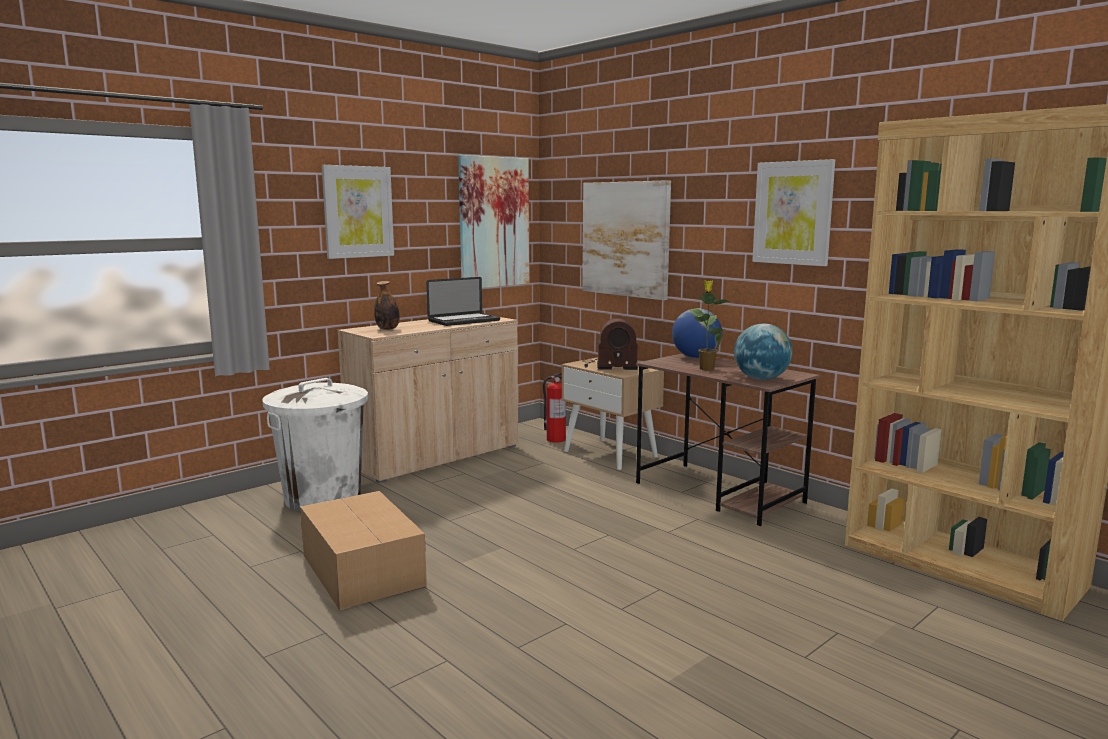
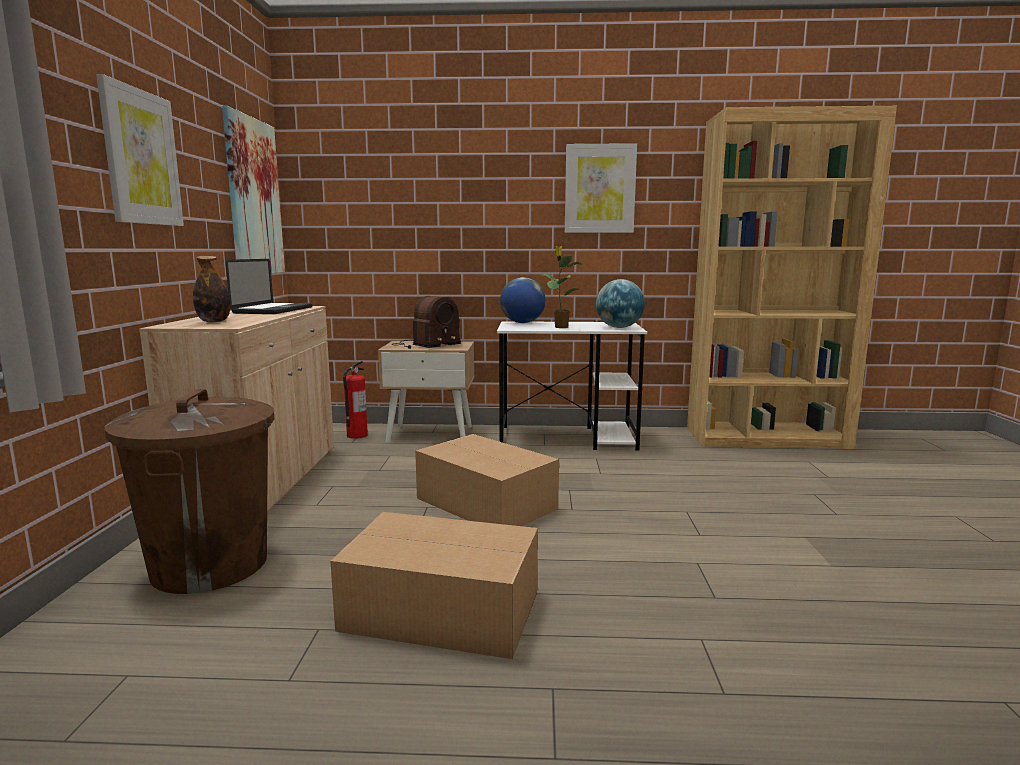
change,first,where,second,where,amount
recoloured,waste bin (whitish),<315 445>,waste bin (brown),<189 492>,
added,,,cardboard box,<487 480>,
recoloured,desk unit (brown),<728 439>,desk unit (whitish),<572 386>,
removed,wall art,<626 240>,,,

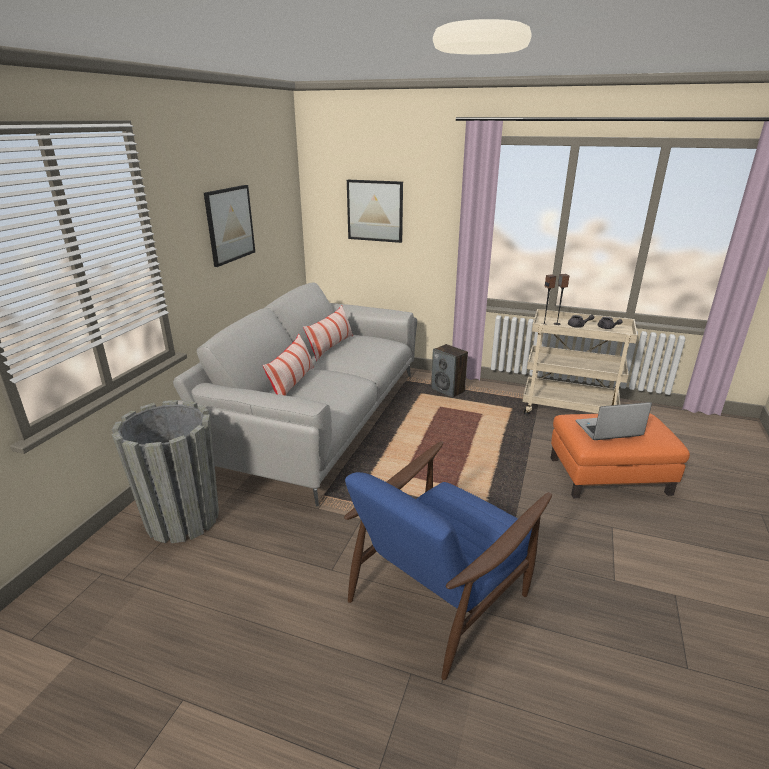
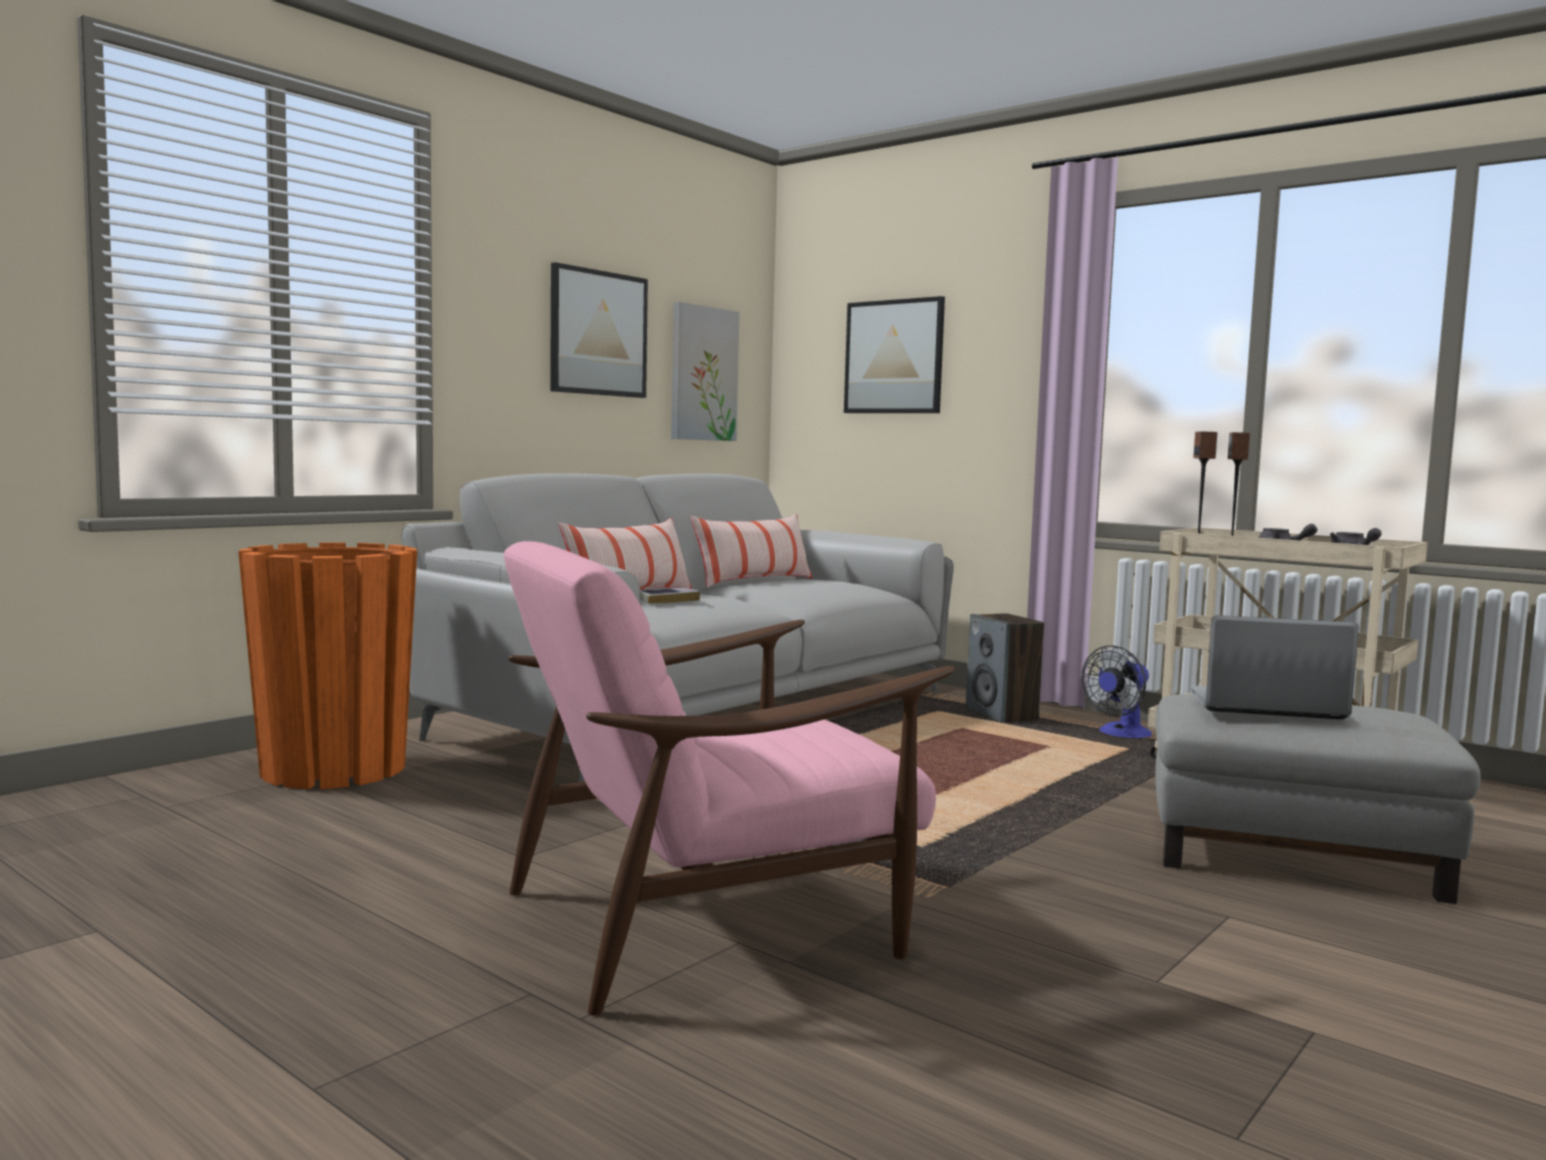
change,first,where,second,where,amount
recoloured,planter (gray),<165 471>,planter (orangey),<327 665>,
recoloured,lounge chair (blue),<448 560>,lounge chair (pinkish),<729 778>,
added,,,bound book,<670 595>,
added,,,wall art,<705 371>,
added,,,cooling fan,<1117 692>,
recoloured,pouffe (orangey),<620 455>,pouffe (gray),<1318 799>,

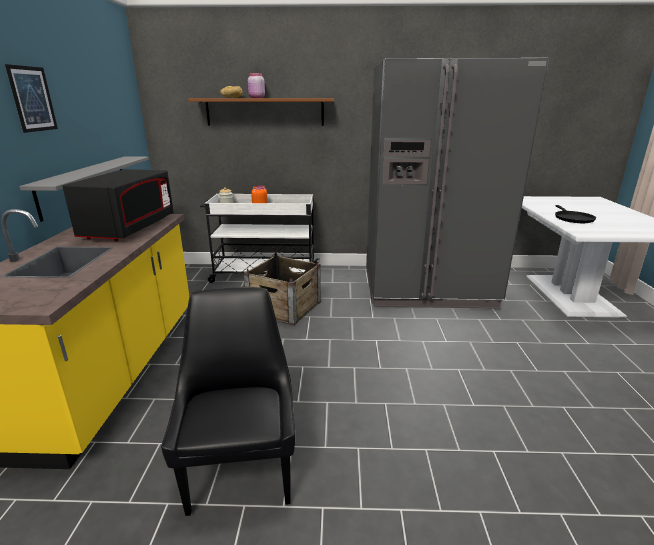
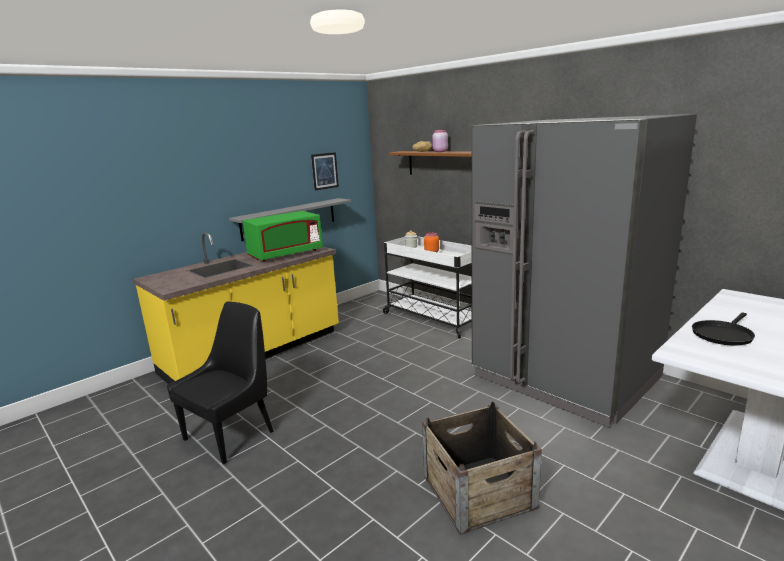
change,first,where,second,where,amount
recoloured,kitchen microwave (black-coloured),<117 205>,kitchen microwave (greenish),<283 236>,
moved,wall art,<31 98>,,<325 171>,
moved,shipping crate,<282 289>,,<482 468>,

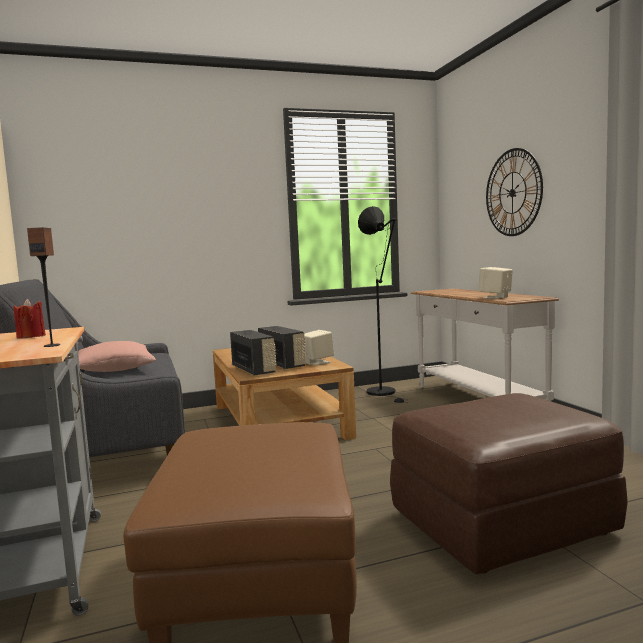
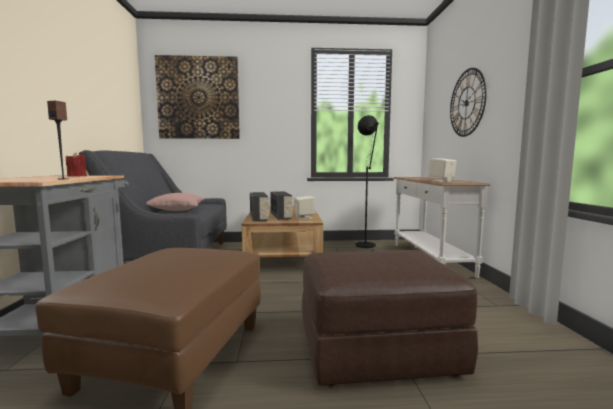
change,first,where,second,where,amount
added,,,wall art,<197 97>,

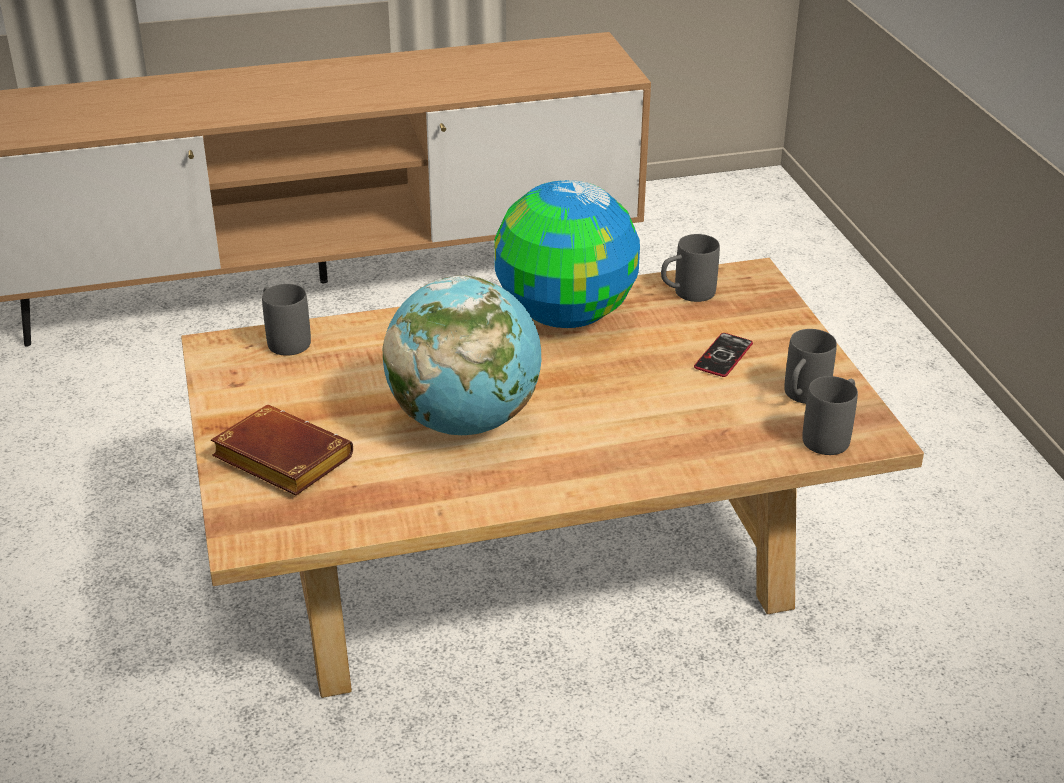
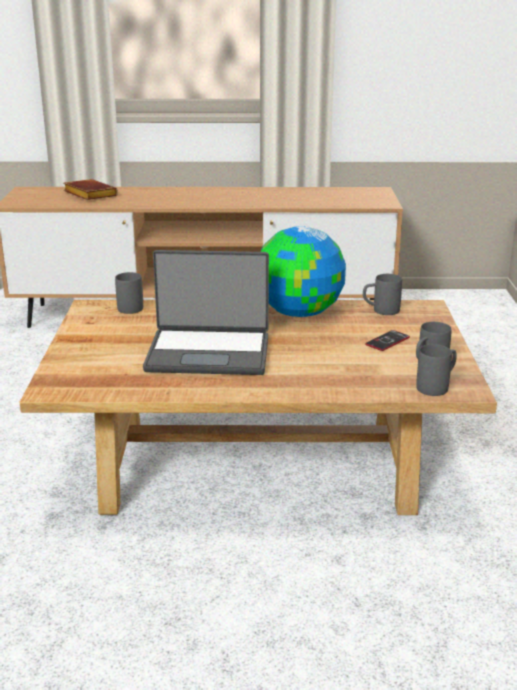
change,first,where,second,where,amount
moved,bound book (brown),<282 450>,,<90 189>,
replaced,world globe,<462 355>,notebook computer,<206 312>,

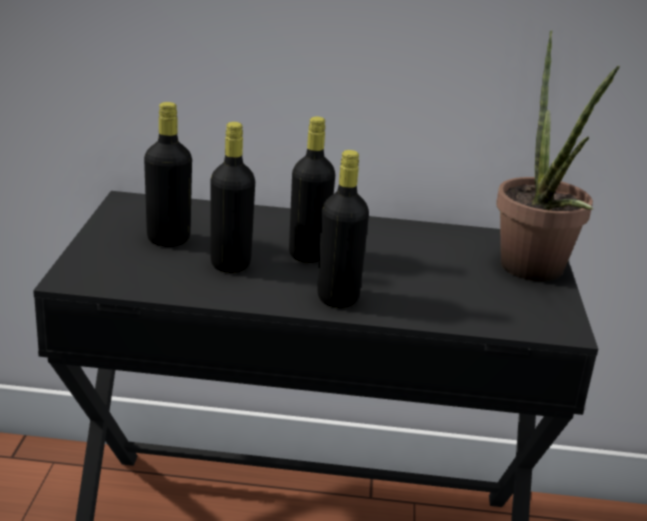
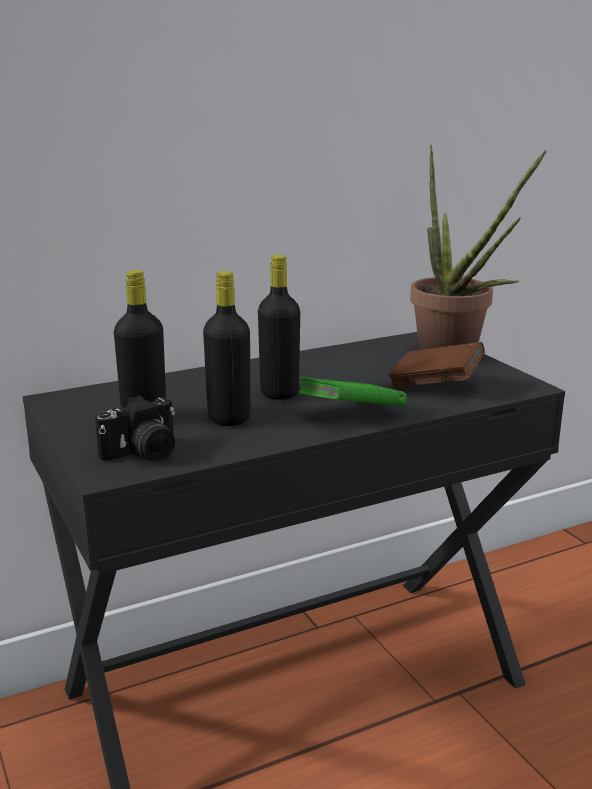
change,first,where,second,where,amount
added,,,photo camera,<135 428>,
replaced,drink bottle (black-coloured),<343 229>,bound book (greenish),<353 391>,
added,,,bound book (brown),<436 365>,

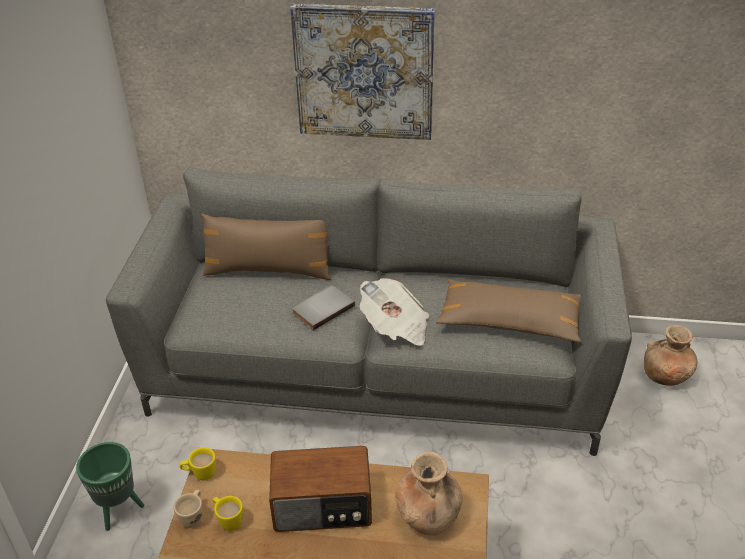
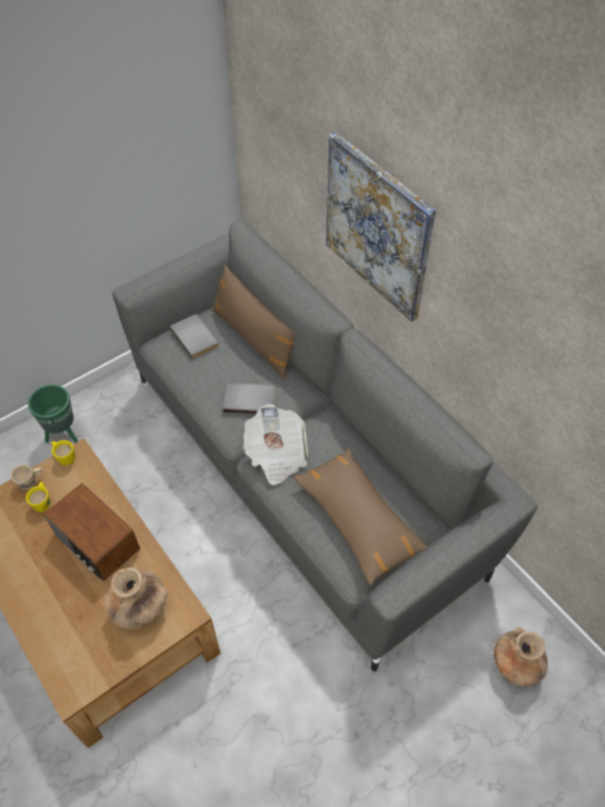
change,first,where,second,where,amount
added,,,bound book (gray),<194 336>,

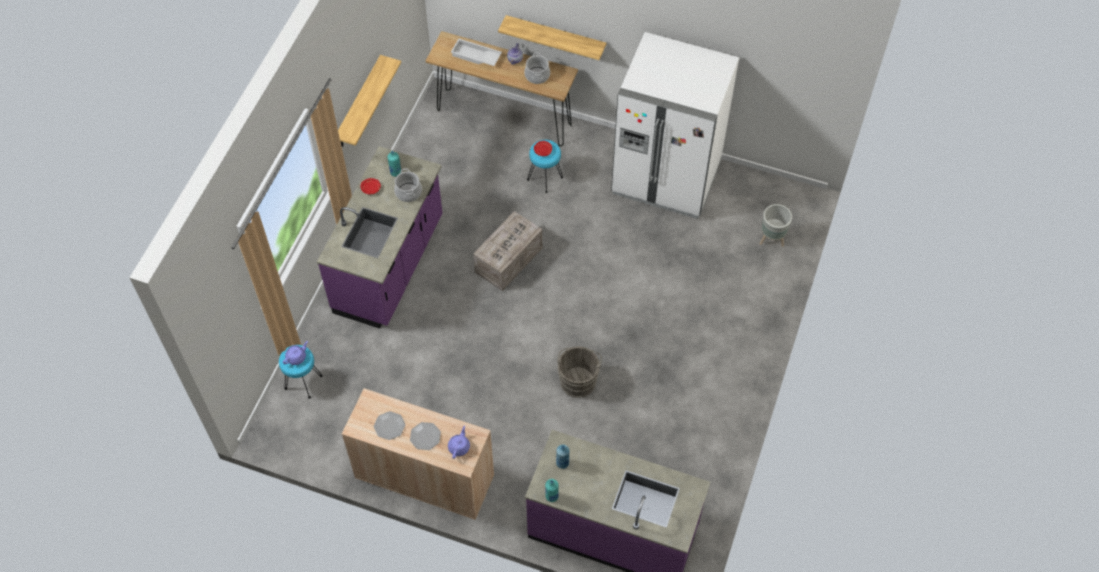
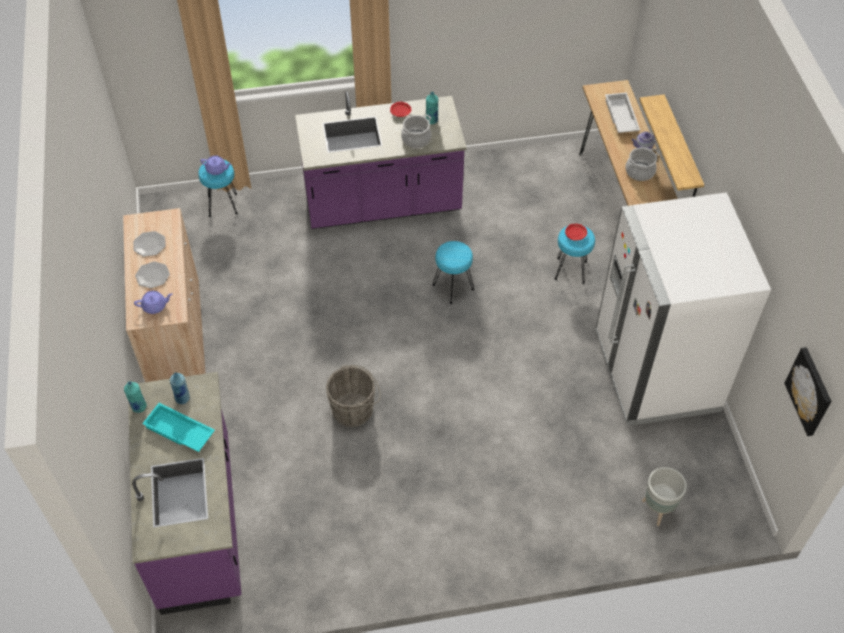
change,first,where,second,where,amount
added,,,serving tray (blue-green),<178 427>,
replaced,shipping crate,<508 251>,sitting stool (blue-green),<453 272>,
added,,,wall art,<808 391>,
removed,bracket shelf,<369 101>,,,

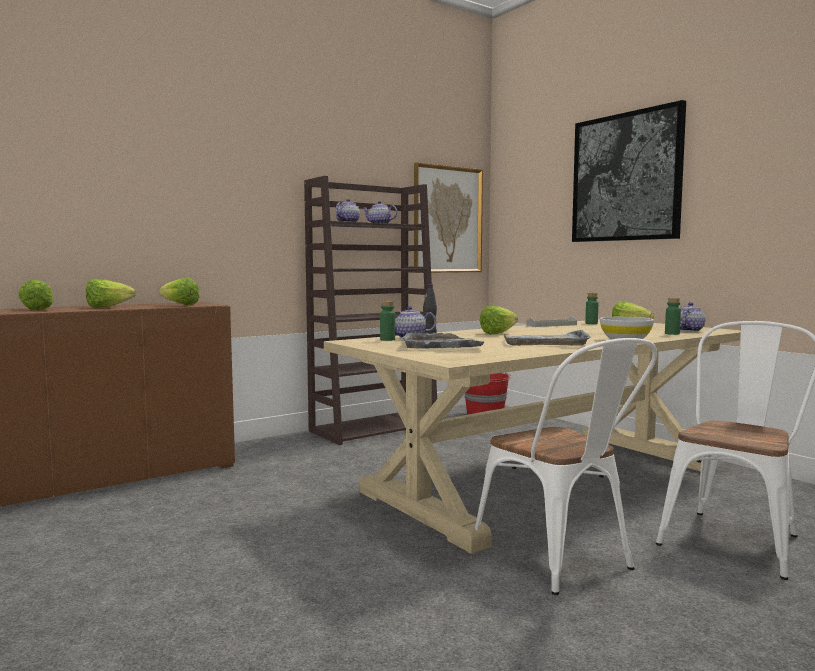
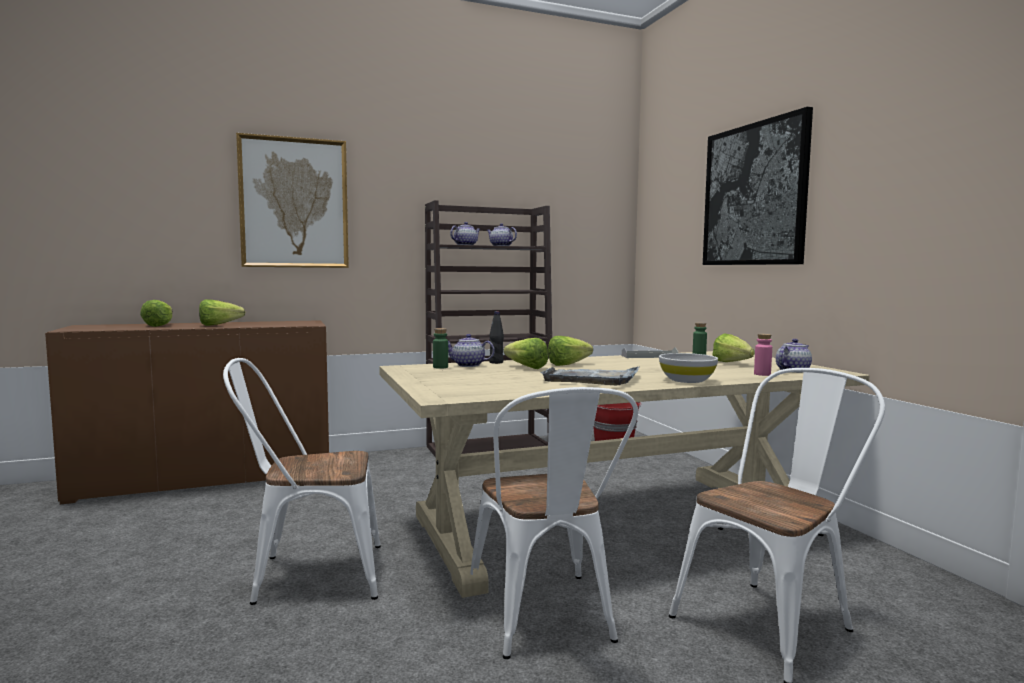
change,first,where,second,where,amount
added,,,chair (whitish),<302 481>,
moved,wall art,<448 217>,,<292 200>,
moved,head of lettuce,<179 292>,,<526 353>,
recoloured,drink bottle (greenish),<673 316>,drink bottle (pinkish),<763 355>,
removed,serving tray (gray),<442 341>,,,

